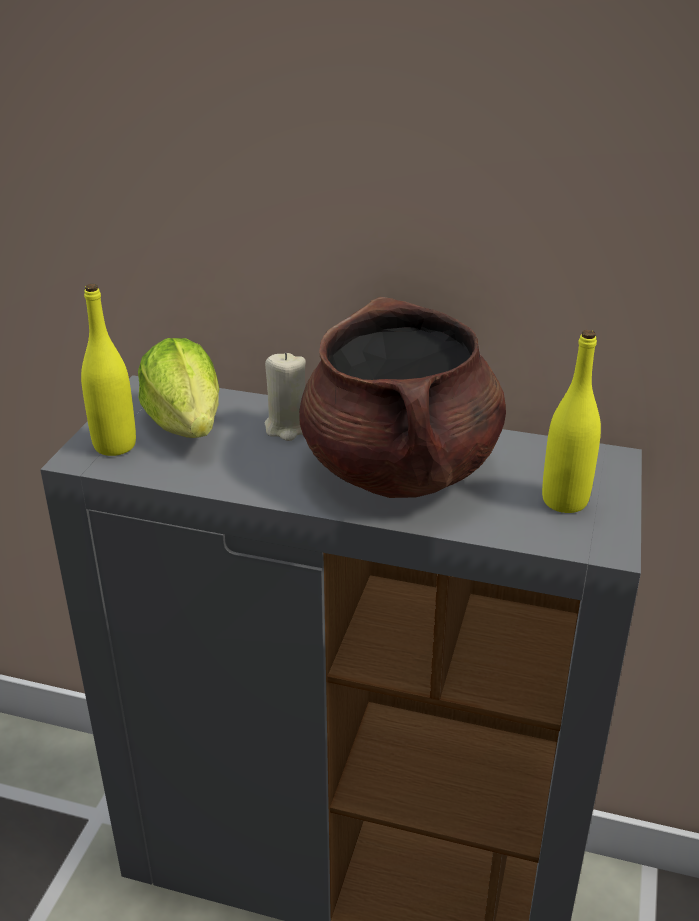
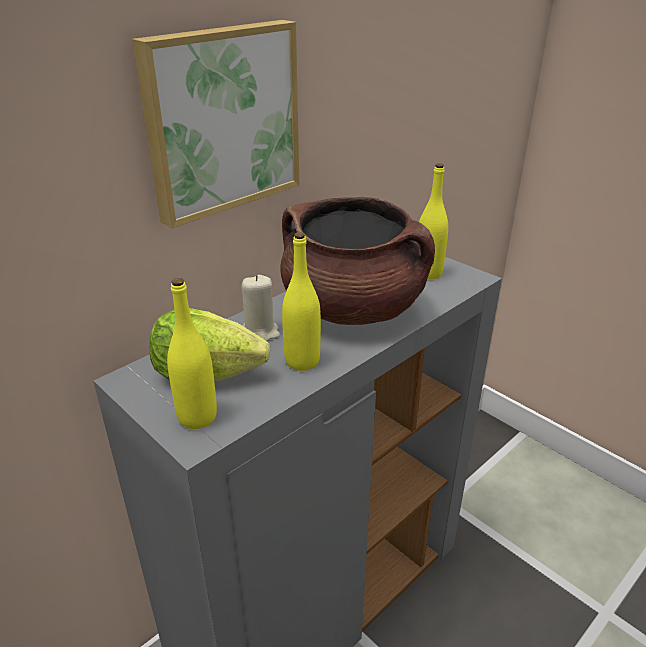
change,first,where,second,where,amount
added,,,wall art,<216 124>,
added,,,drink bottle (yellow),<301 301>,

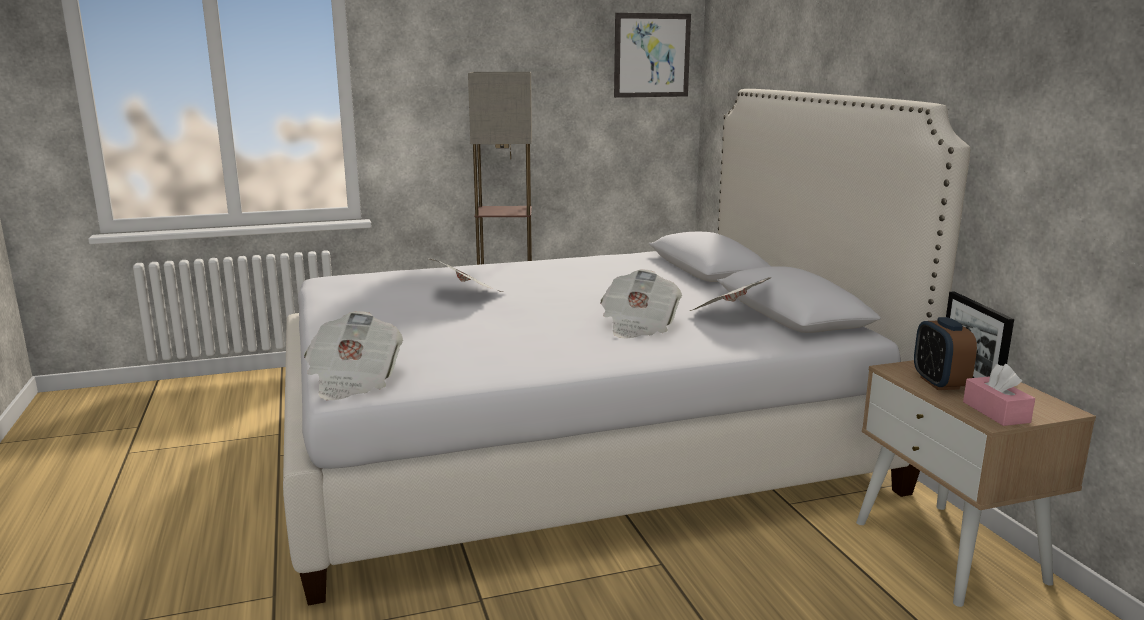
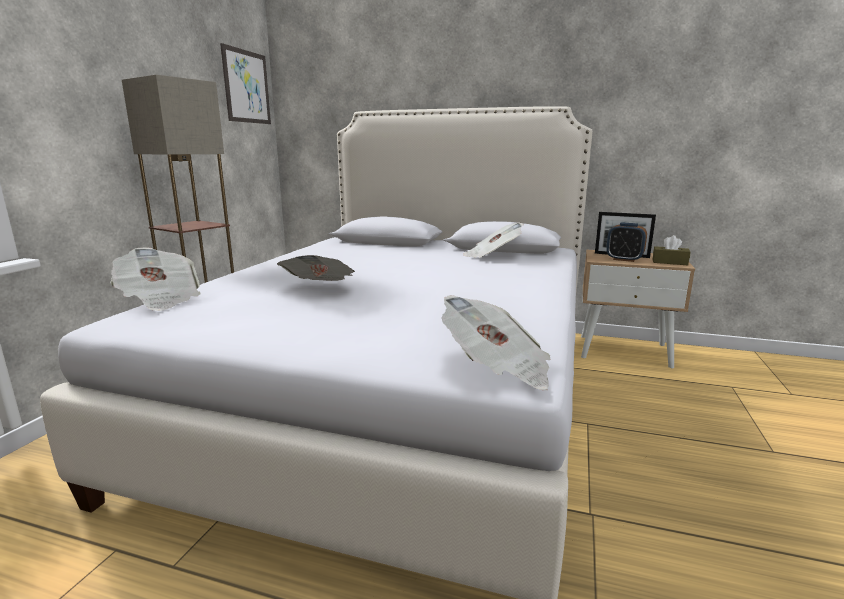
change,first,where,second,where,amount
moved,daily paper,<641 304>,,<155 279>,
recoloured,box of tissues (pinkish),<999 395>,box of tissues (brown),<671 250>,

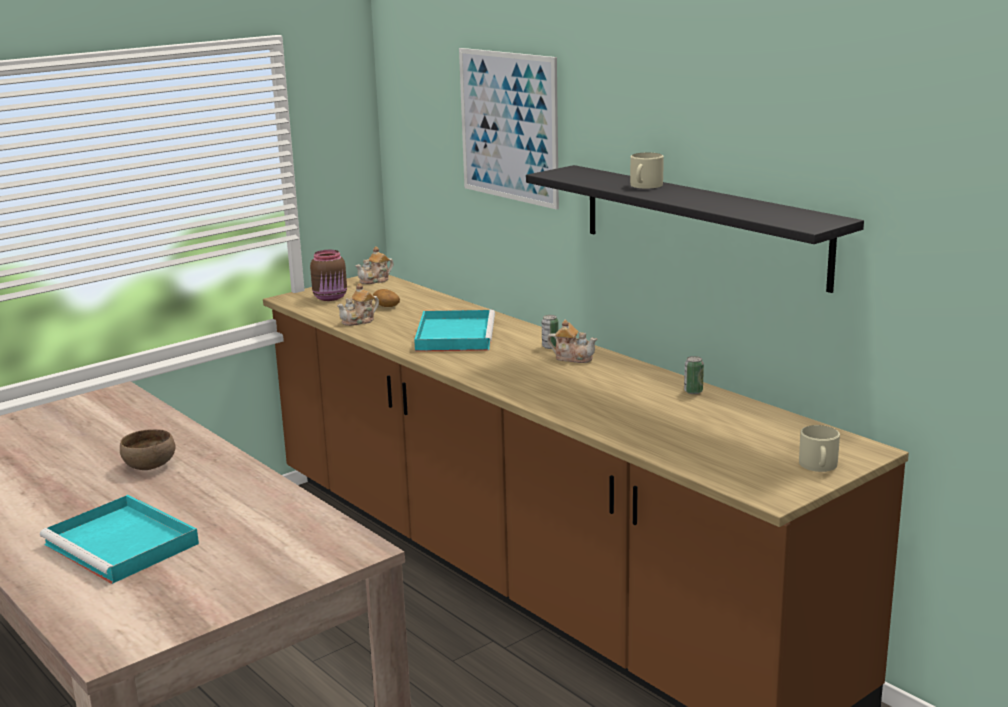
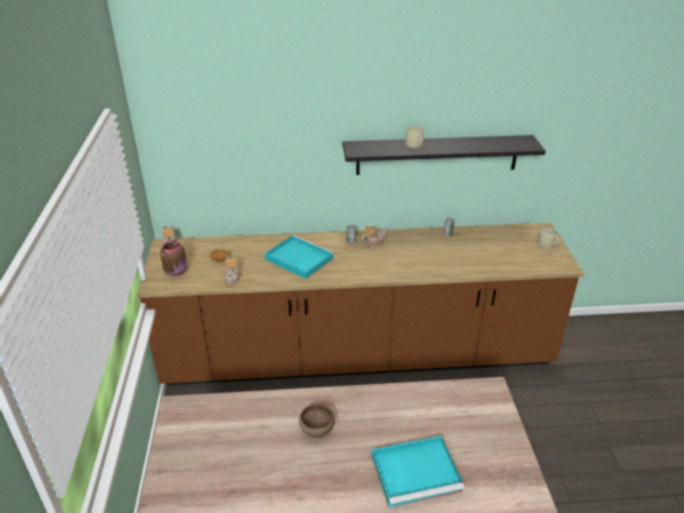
change,first,where,second,where,amount
removed,wall art,<509 129>,,,

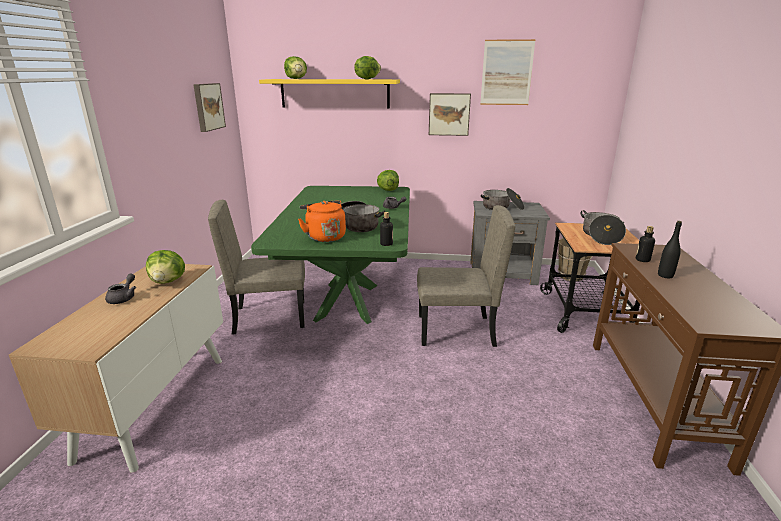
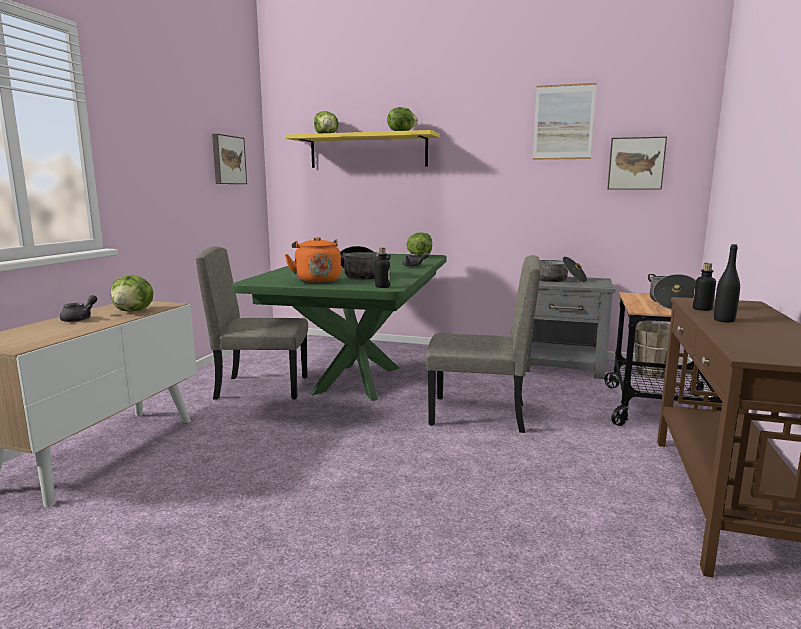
change,first,where,second,where,amount
moved,wall art,<450 114>,,<637 163>,

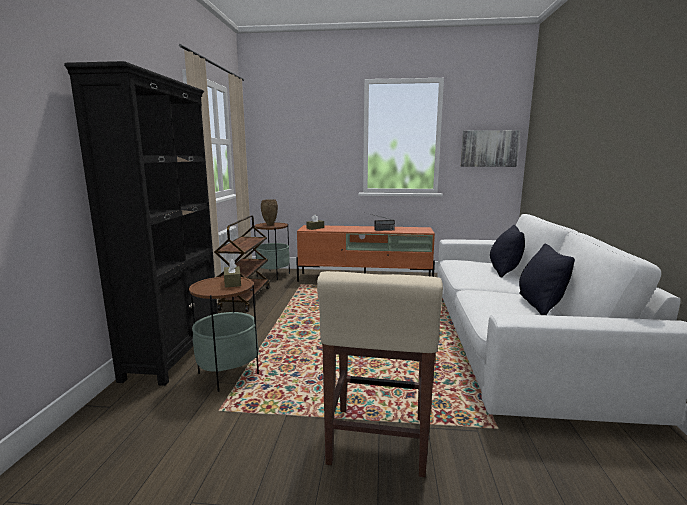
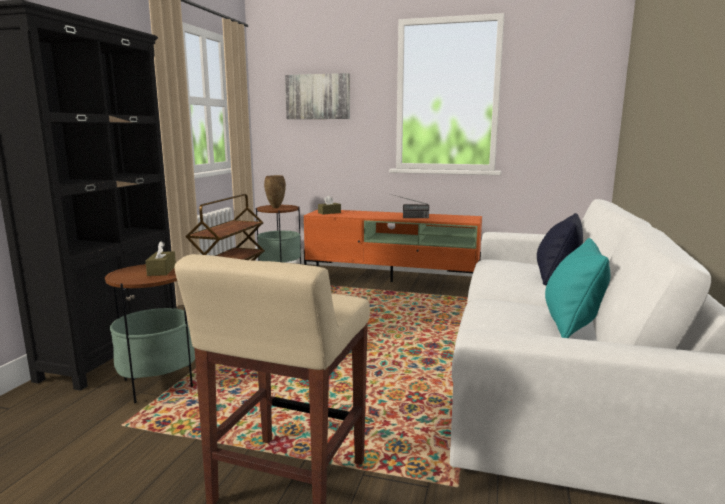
change,first,where,second,where,amount
moved,wall art,<490 148>,,<317 96>,
recoloured,pillow (black-coloured),<547 279>,pillow (blue-green),<577 288>,

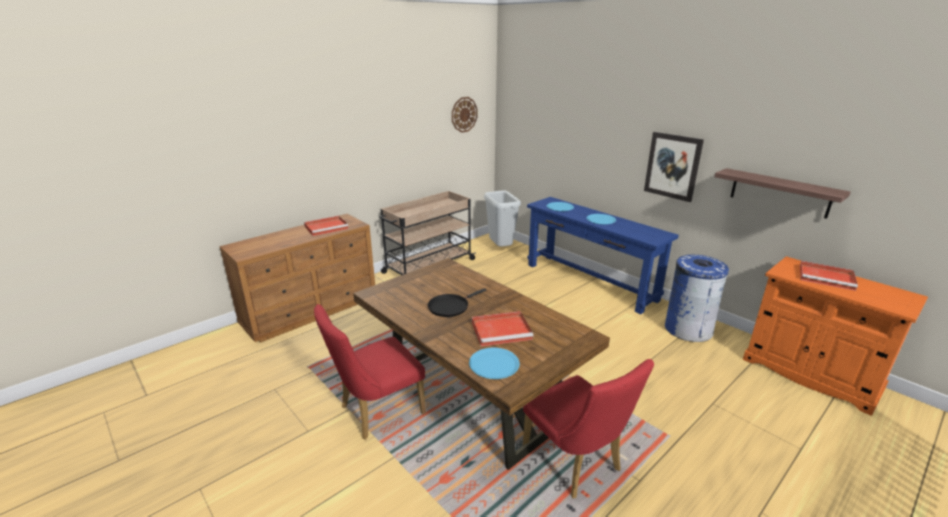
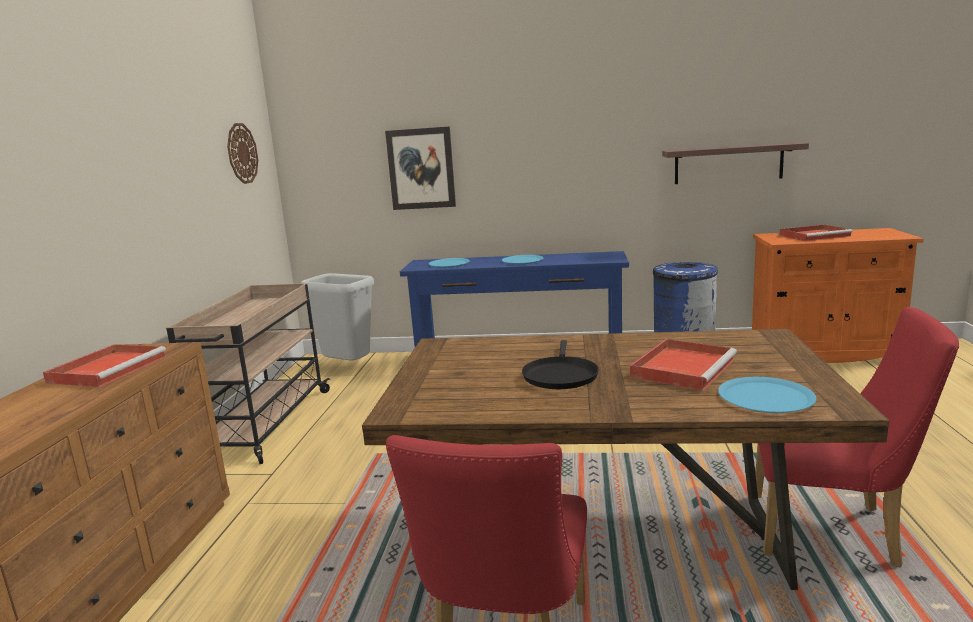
change,first,where,second,where,amount
moved,wall art,<674 167>,,<420 168>,

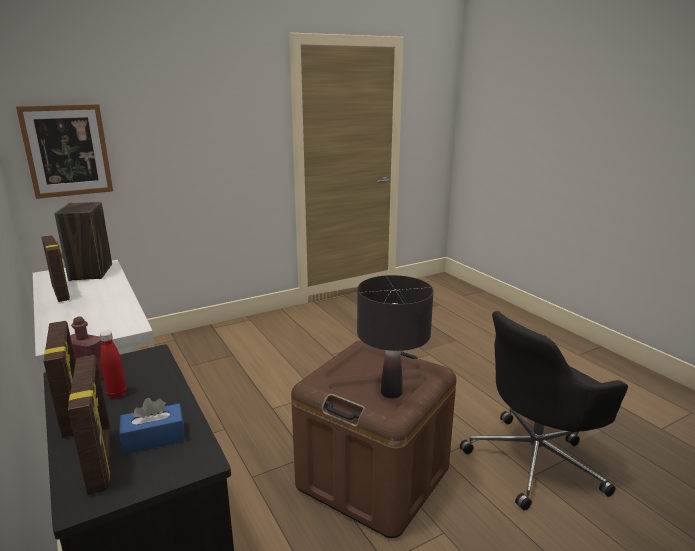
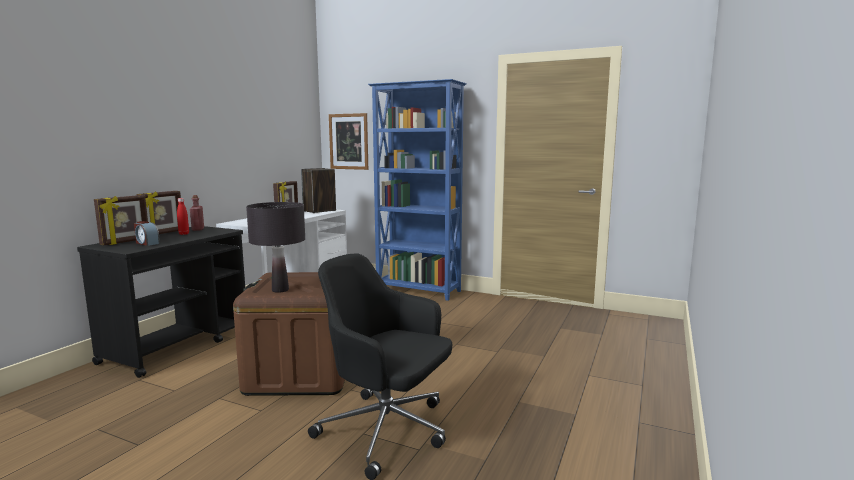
change,first,where,second,where,amount
replaced,box of tissues (blue),<152 426>,table clock,<147 233>,
added,,,shelving unit (blue),<417 190>,

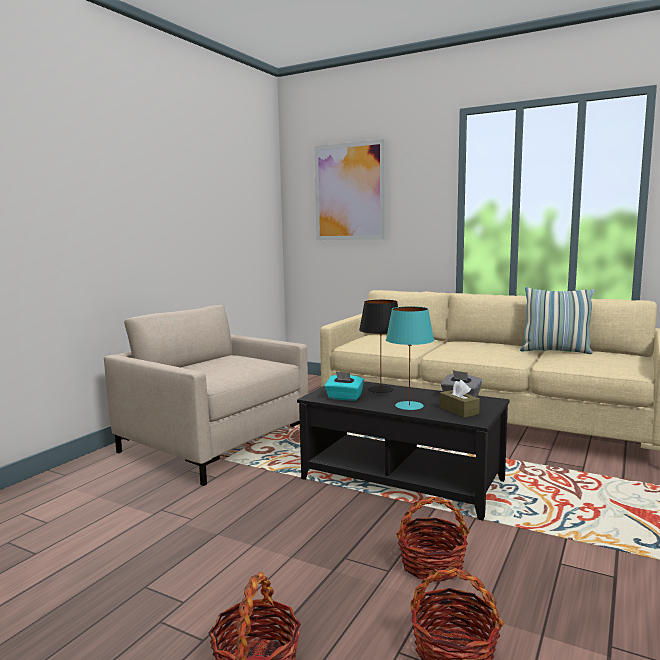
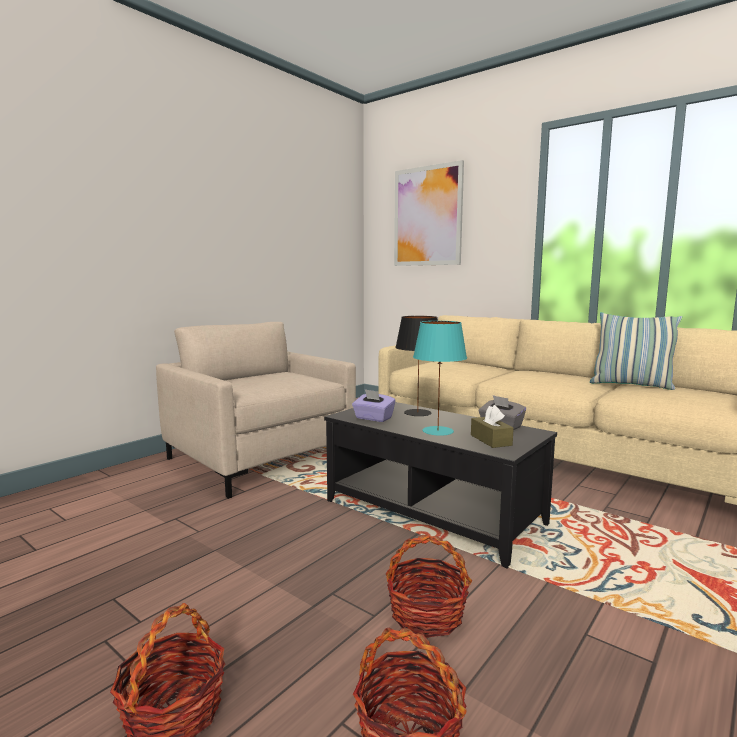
change,first,where,second,where,amount
recoloured,box of tissues (blue-green),<344 386>,box of tissues (purple),<374 405>,

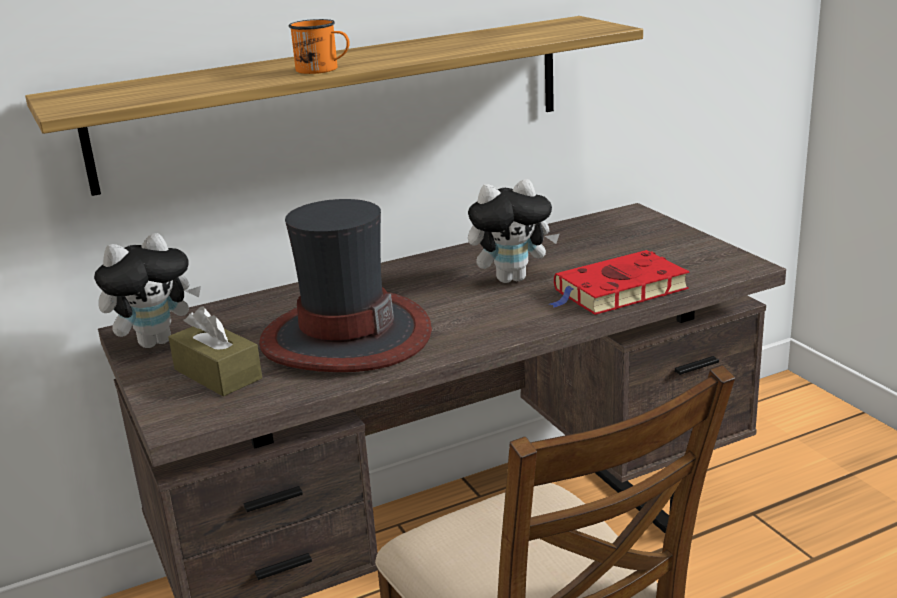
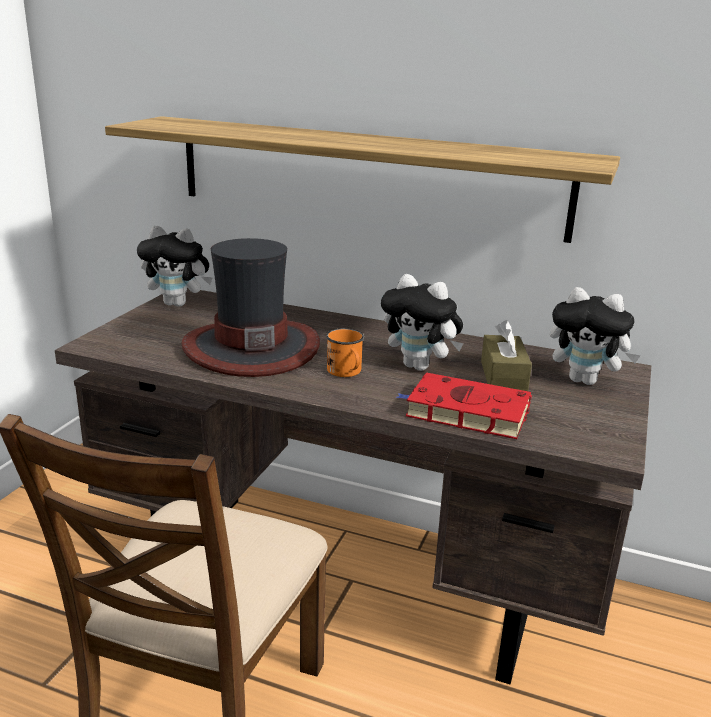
change,first,where,second,where,amount
moved,tea mug (orangey),<319 46>,,<345 352>,
moved,box of tissues (brown),<215 352>,,<506 355>,
added,,,cuddly toy,<595 336>,

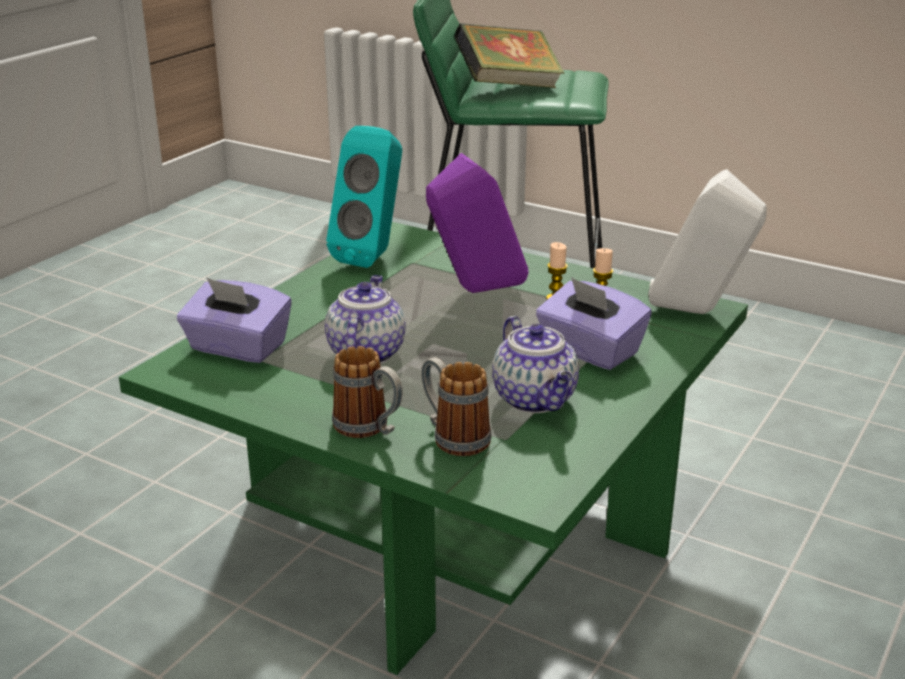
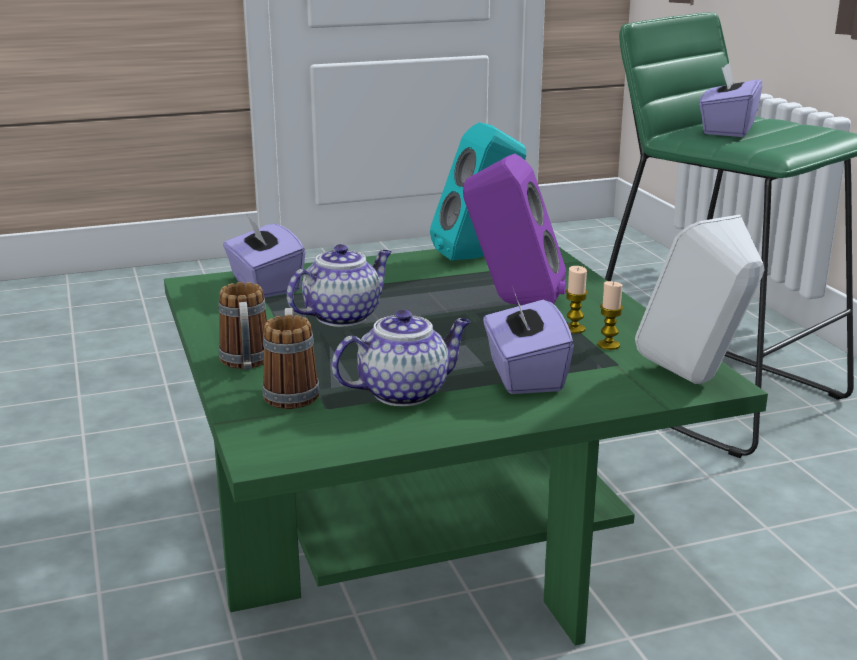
change,first,where,second,where,amount
turned,pot for tea,<535 364>,,<401 358>,135 degrees counterclockwise
replaced,bound book,<509 55>,box of tissues (purple),<731 99>,

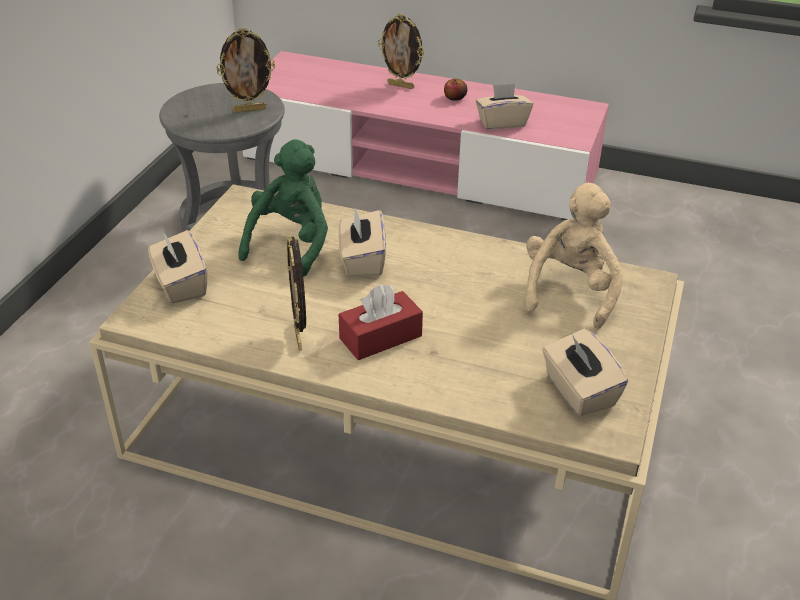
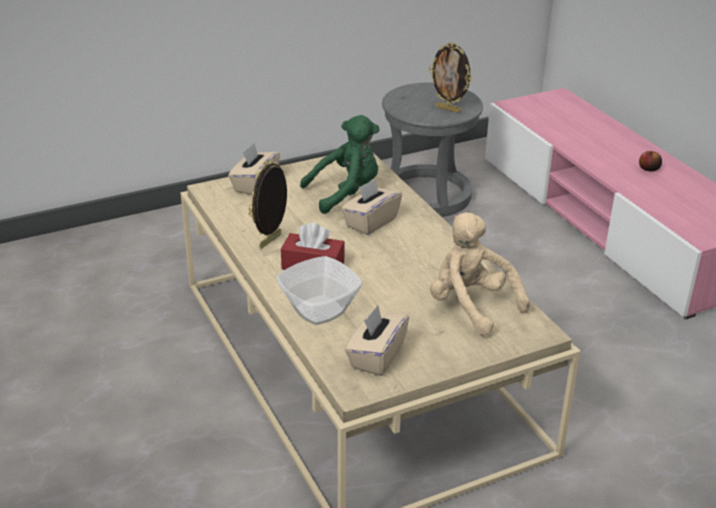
change,first,where,second,where,amount
added,,,deep dish,<319 290>,
turned,cuddly toy (beige-coloured),<573 256>,,<480 273>,105 degrees counterclockwise
removed,picture frame,<401 51>,,,
removed,box of tissues (beige-coloured),<504 106>,,,

